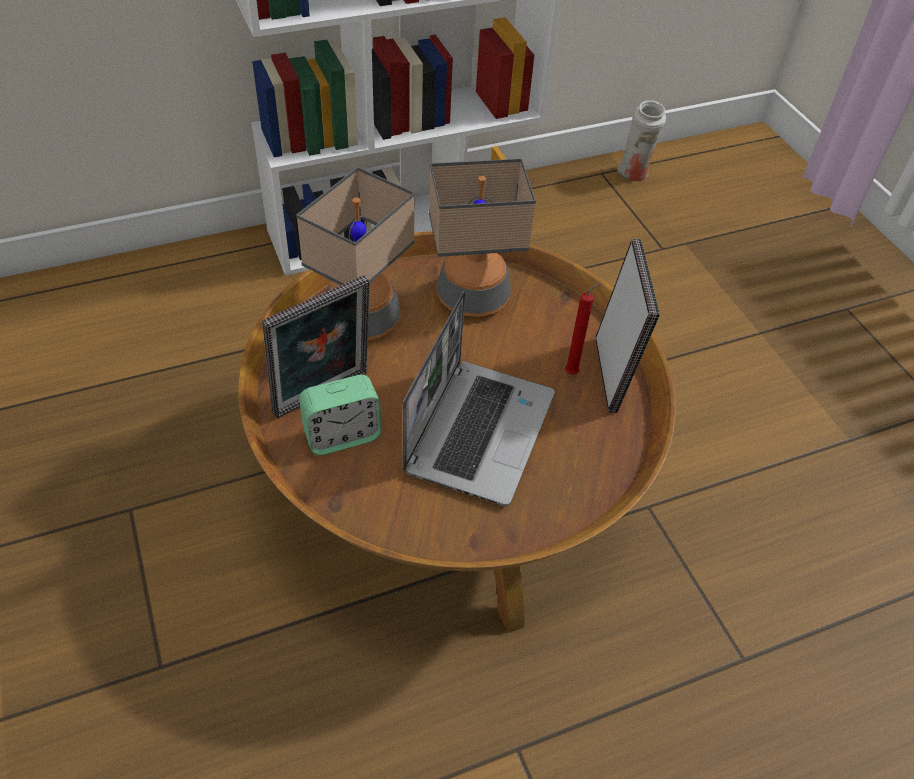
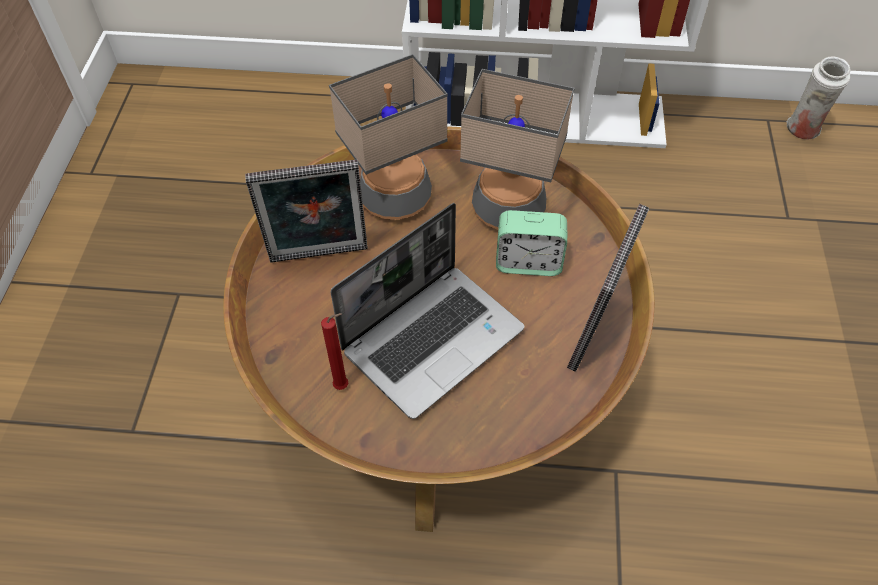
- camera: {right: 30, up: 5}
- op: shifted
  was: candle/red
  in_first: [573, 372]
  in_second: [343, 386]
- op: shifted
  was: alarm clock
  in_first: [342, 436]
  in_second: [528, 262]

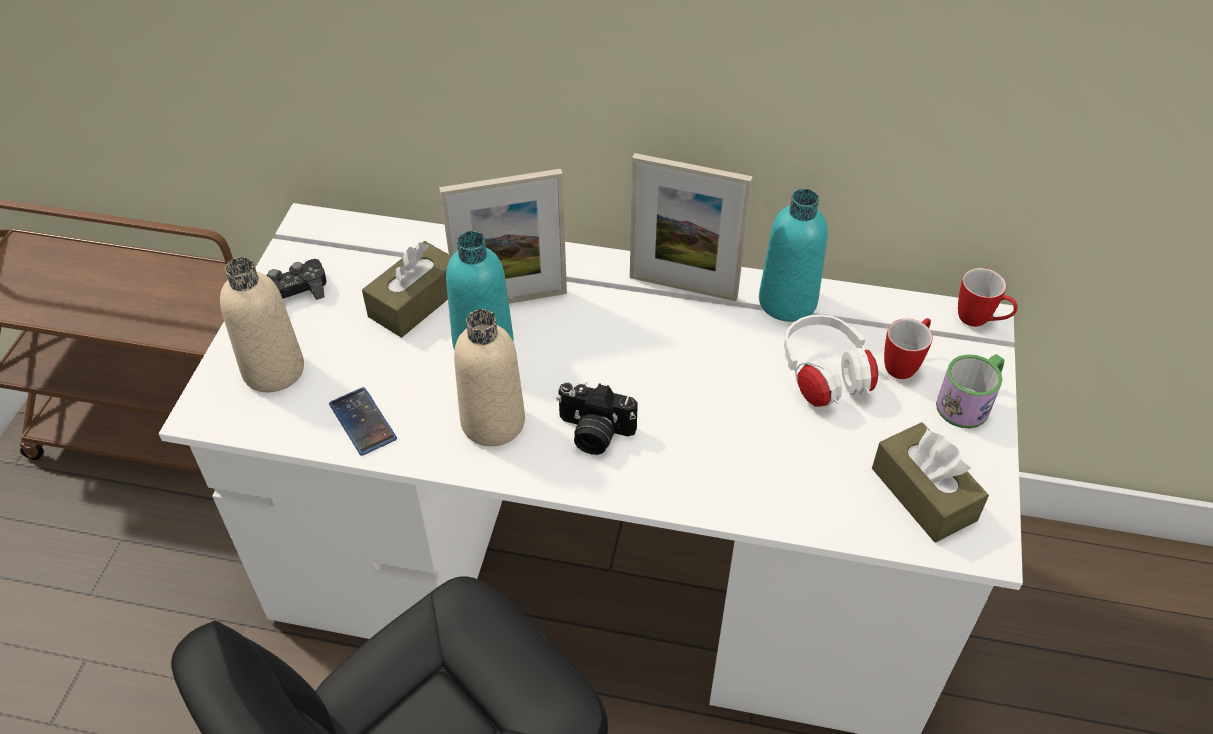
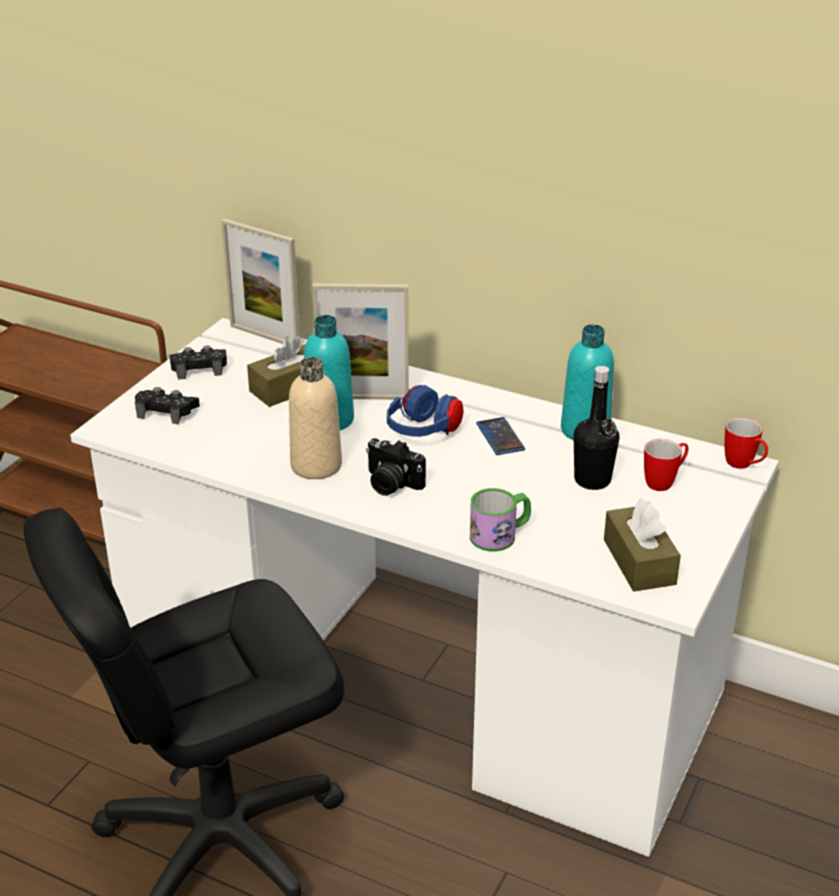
- camera: {right: 15, up: -15}
- op: swapped
  was: bottle/beige
  now: game controller/black
  in_first: [273, 370]
  in_second: [166, 411]
- op: shifted
  was: picture frame
  in_first: [683, 287]
  in_second: [265, 336]
- op: new
  now: headphones/blue
  in_second: [423, 433]
- op: shifted
  was: mug
  in_first: [969, 402]
  in_second: [500, 535]
- op: shifted
  was: phone
  in_first: [363, 422]
  in_second: [500, 437]
- op: swapped
  was: headphones/white
  now: bottle/black
  in_first: [824, 378]
  in_second: [592, 480]

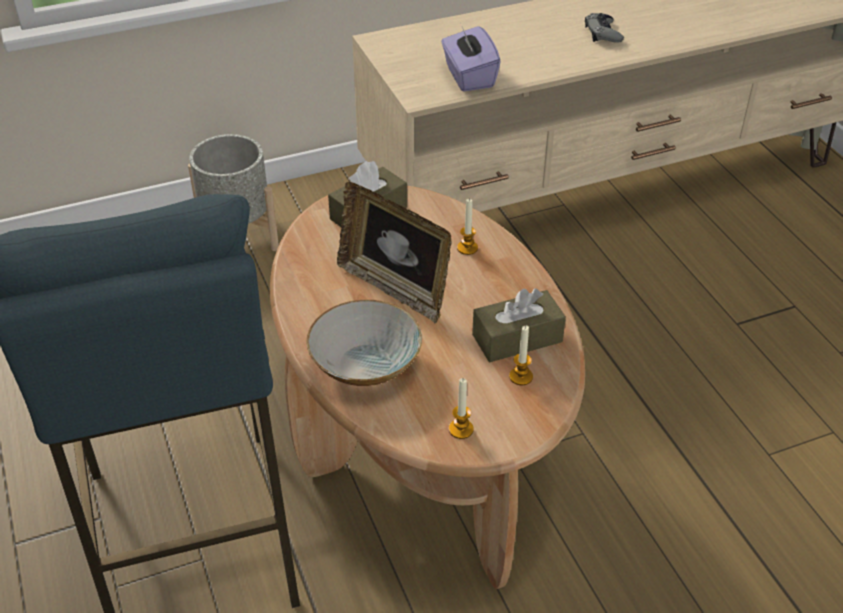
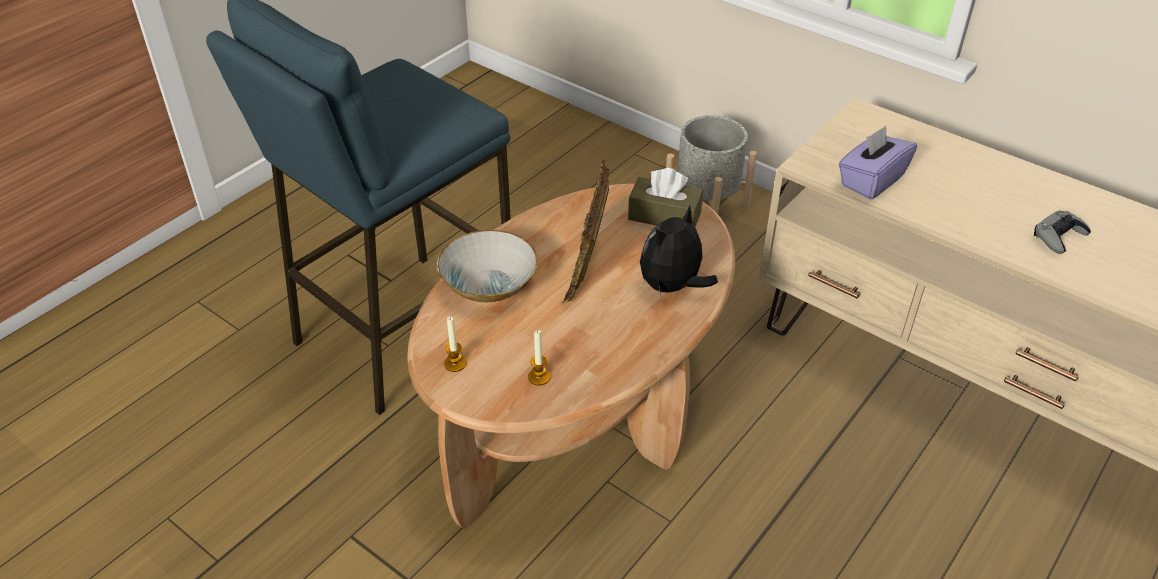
- camera: {right: 60, up: 0}
- op: swapped
  was: candle
  now: plush toy
  in_first: [467, 248]
  in_second: [672, 287]
- op: gone
  was: tissue box/brown
  in_first: [517, 338]

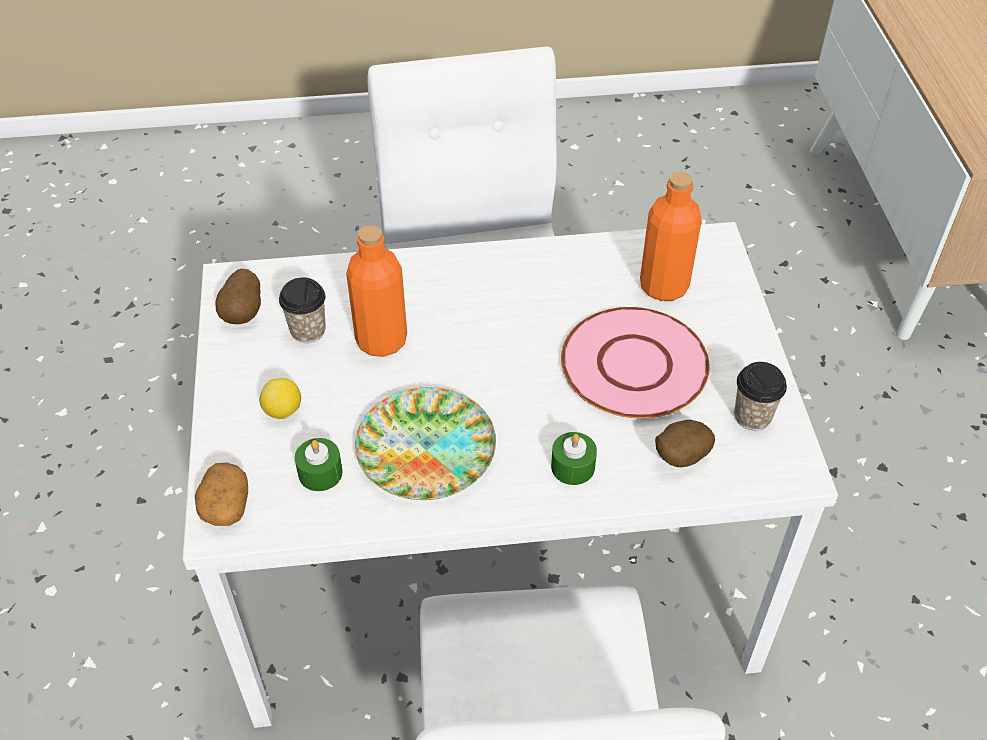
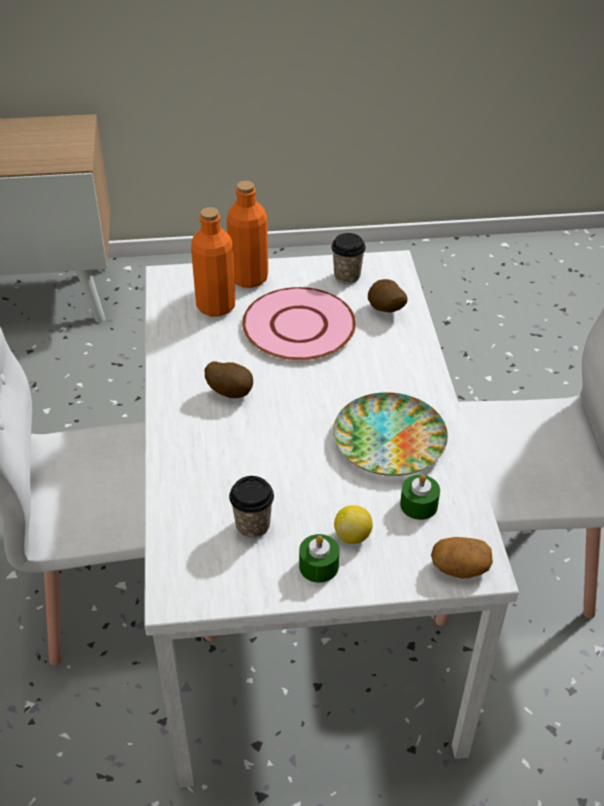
- camera: {right: -90, up: -5}
- op: shifted
  was: potato
  in_first: [244, 314]
  in_second: [231, 392]
- op: shifted
  was: bottle/orange
  in_first: [381, 340]
  in_second: [249, 278]
- op: shifted
  was: candle/green
  in_first: [573, 467]
  in_second: [318, 566]

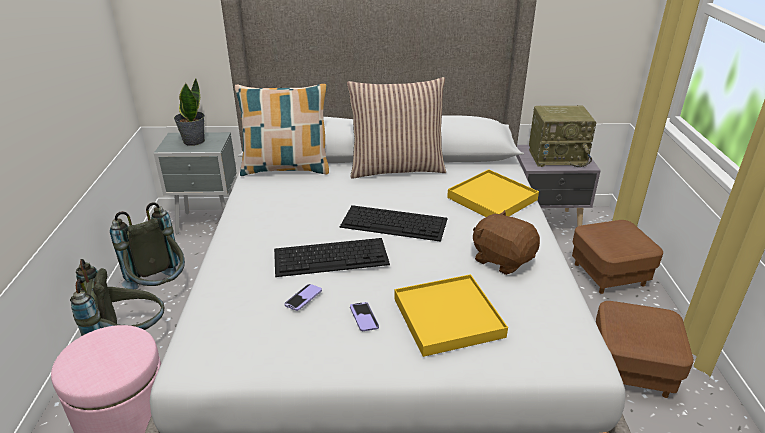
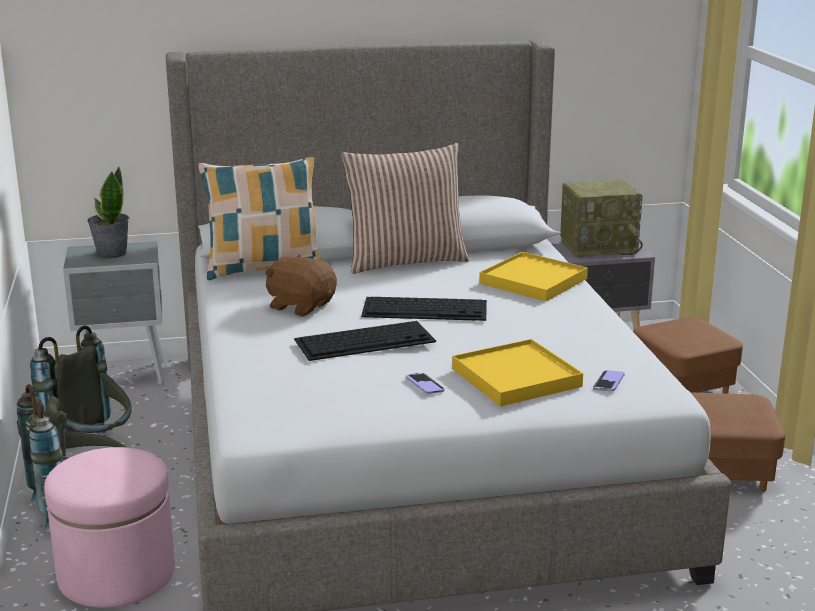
- camera: {right: -10, up: -10}
- op: shifted
  was: plush toy/brown
  in_first: [502, 259]
  in_second: [301, 306]
- op: shifted
  was: phone
  in_first: [303, 298]
  in_second: [608, 382]

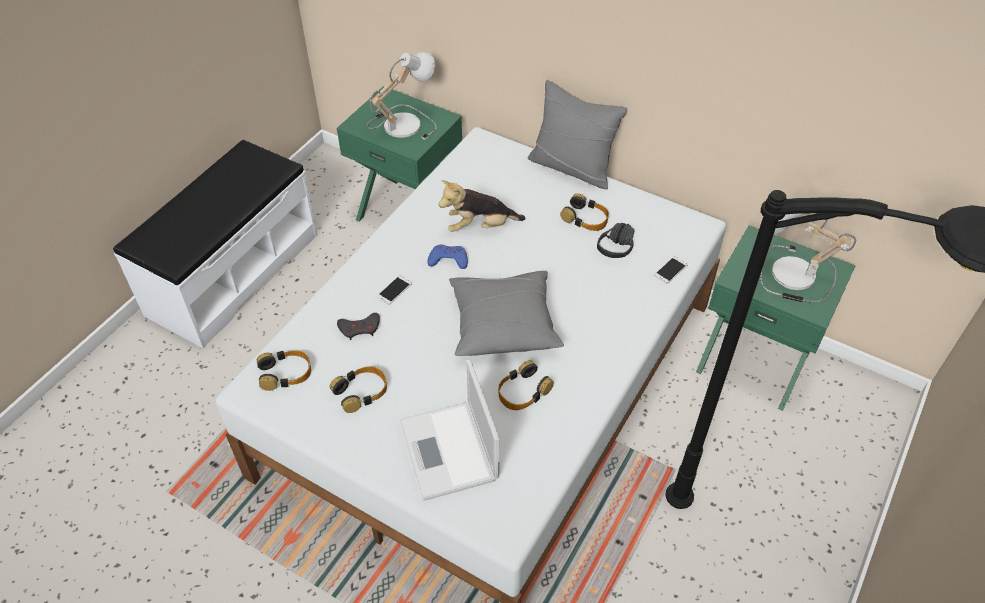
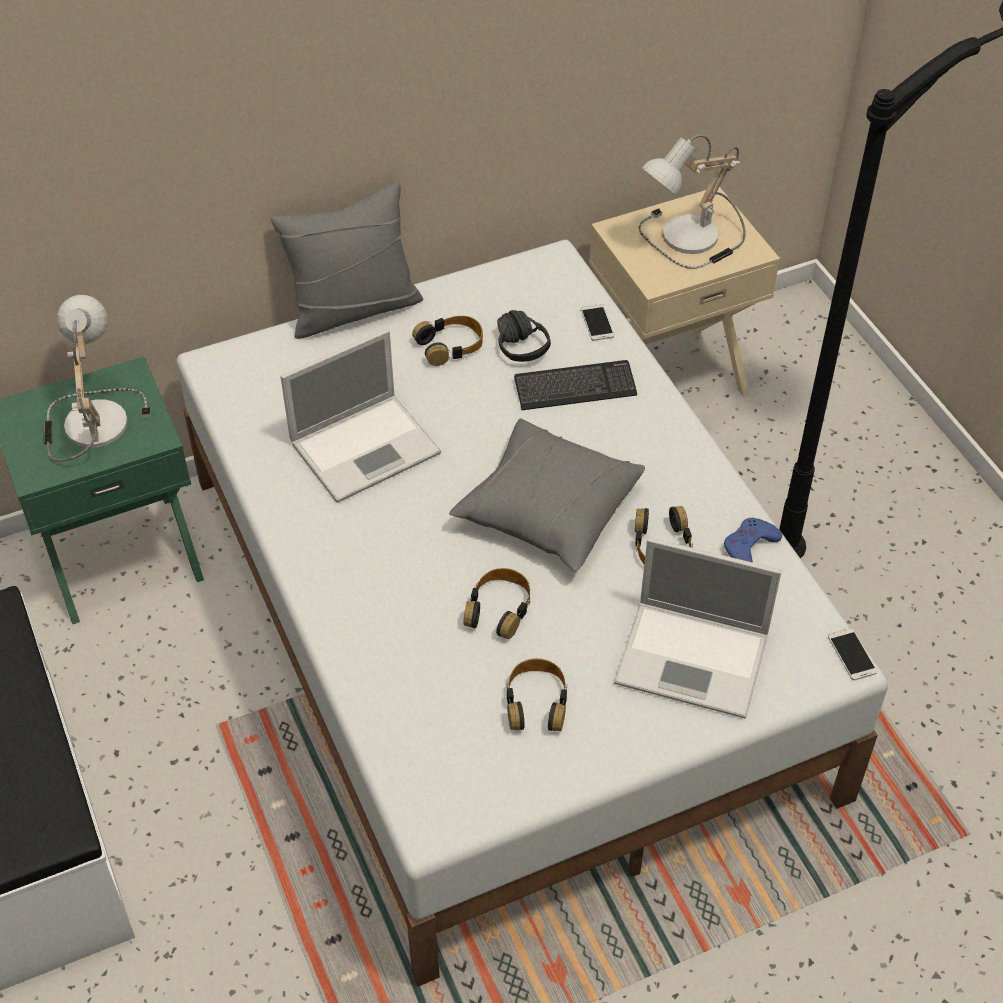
- camera: {right: -55, up: 0}
- op: swapped
  was: plush toy
  now: laptop
  in_first: [480, 226]
  in_second: [367, 446]
- op: shifted
  was: headphones
  in_first: [285, 373]
  in_second: [499, 609]
- op: new
  now: keyboard
  in_second: [575, 387]
- op: repainted
  was: nightstand/green
  now: nightstand/beige
  in_first: [754, 360]
  in_second: [668, 374]
- op: shifted
  was: game controller/blue
  in_first: [448, 259]
  in_second: [749, 547]
- op: shifted
  was: phone
  in_first: [394, 290]
  in_second: [852, 654]
- op: gone
  was: game controller/grey
  in_first: [360, 328]

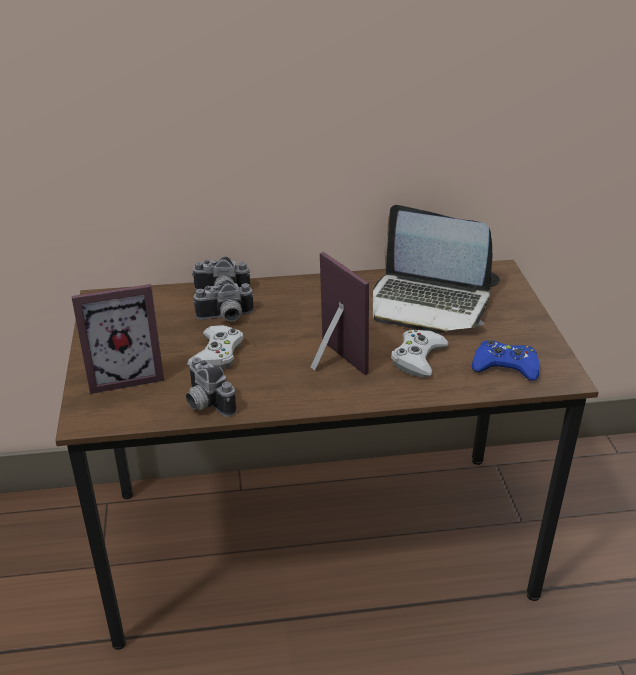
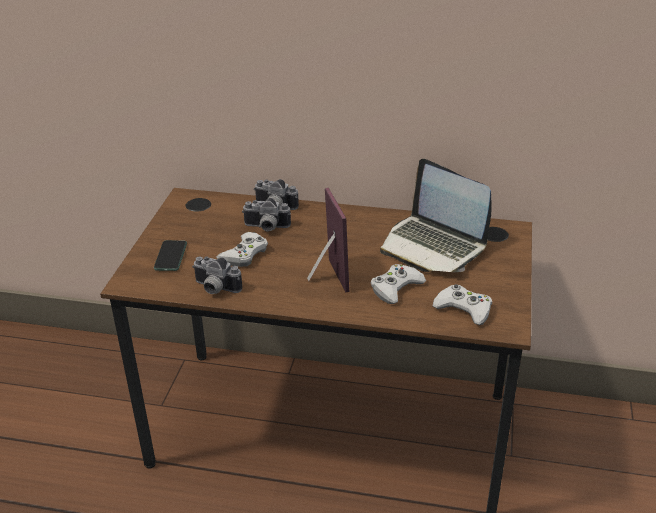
- camera: {right: 20, up: 0}
- op: swapped
  was: picture frame
  now: phone
  in_first: [125, 374]
  in_second: [170, 256]
- op: rotated
  was: photo camera
  in_first: [205, 403]
  in_second: [214, 289]
  clockwise: -45
- op: repainted
  was: game controller/blue
  now: game controller/white
  in_first: [505, 366]
  in_second: [464, 309]

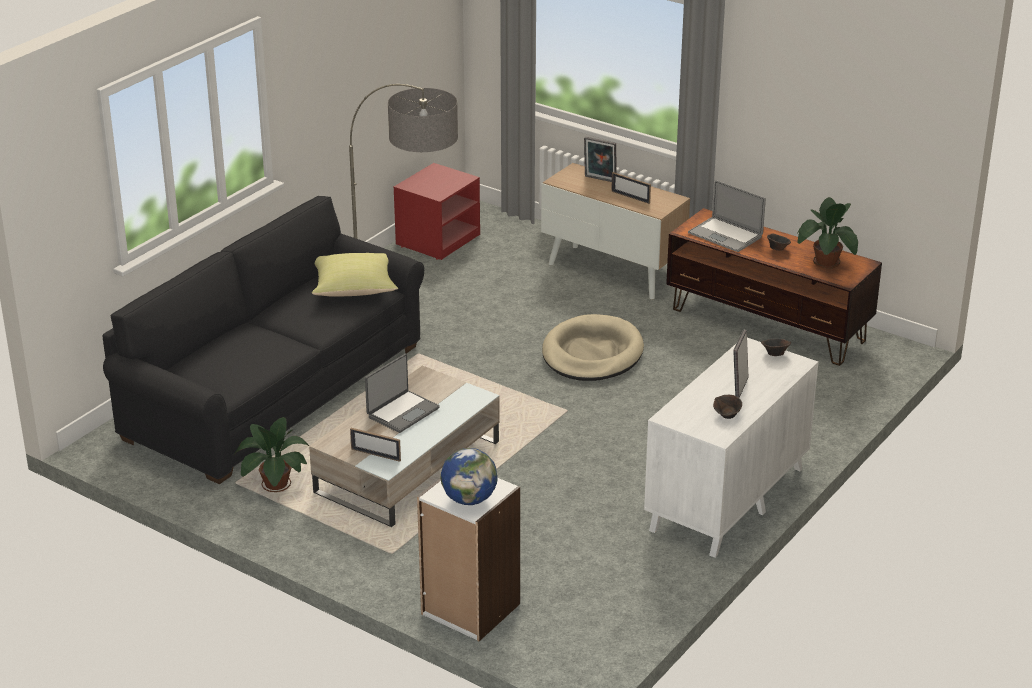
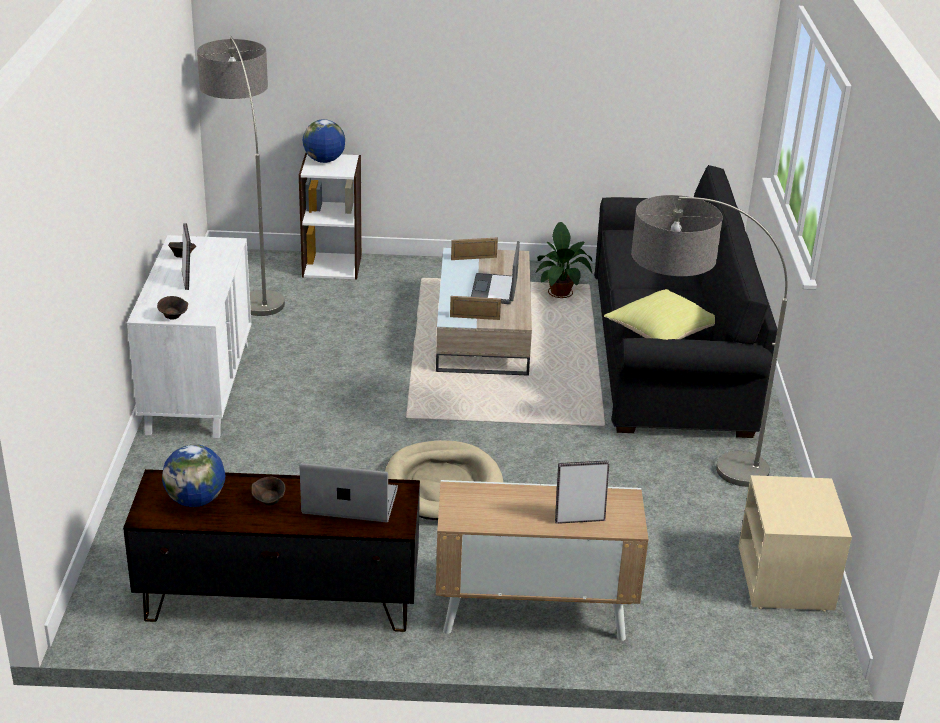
- camera: {right: 145, up: 0}
- op: swapped
  was: potted plant
  now: globe
  in_first: [826, 263]
  in_second: [196, 500]
- op: new
  now: floor lamp
  in_second: [250, 281]
- op: shifted
  was: picture frame
  in_first: [630, 197]
  in_second: [474, 318]
- op: repainted
  was: nightstand/red
  now: nightstand/beige
  in_first: [437, 239]
  in_second: [786, 579]

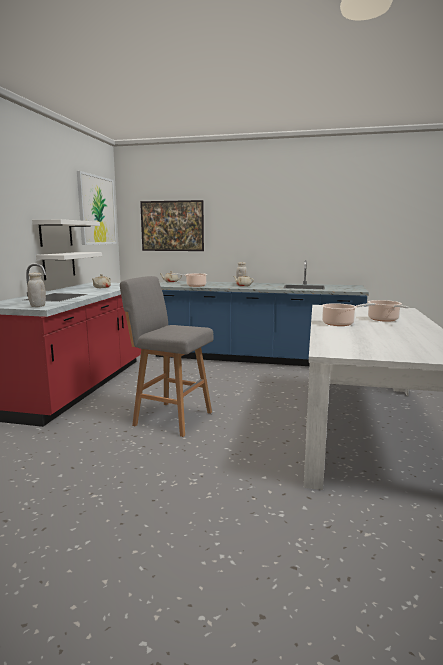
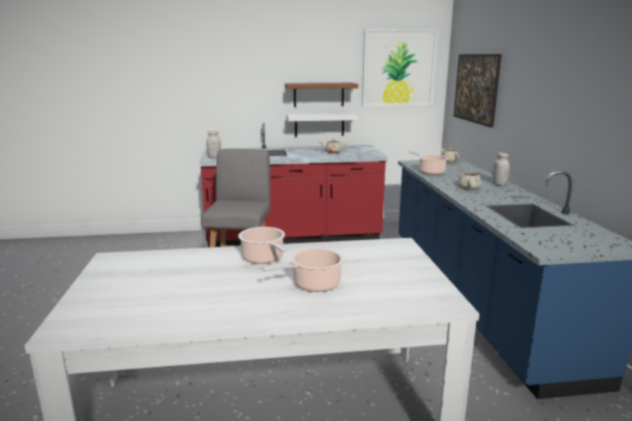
- camera: {right: 70, up: 5}
- op: repainted
  was: shelf/white
  now: shelf/brown
  in_first: [56, 233]
  in_second: [318, 94]

